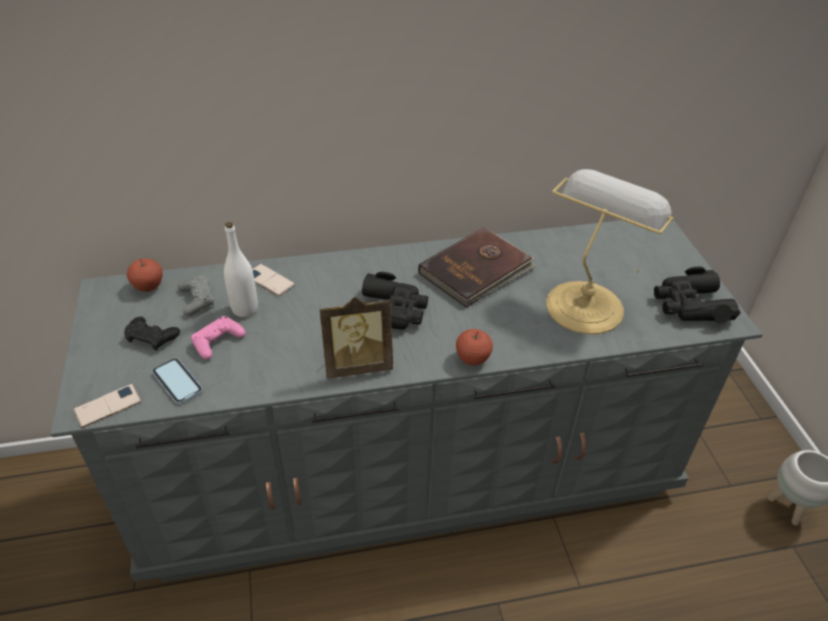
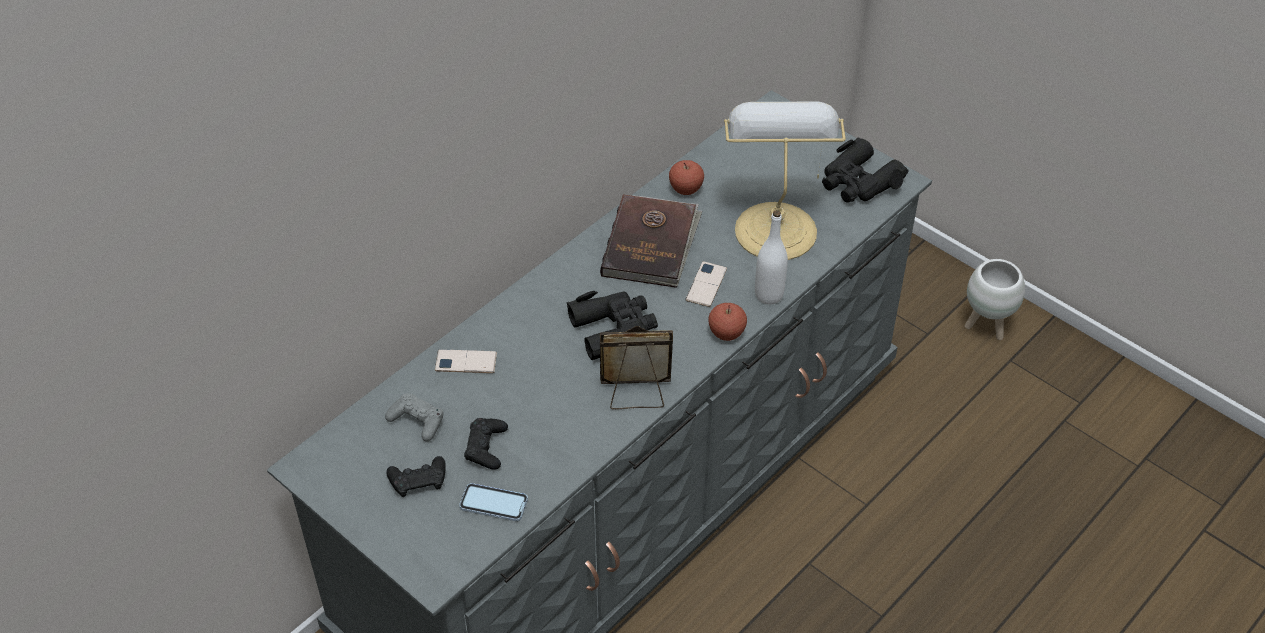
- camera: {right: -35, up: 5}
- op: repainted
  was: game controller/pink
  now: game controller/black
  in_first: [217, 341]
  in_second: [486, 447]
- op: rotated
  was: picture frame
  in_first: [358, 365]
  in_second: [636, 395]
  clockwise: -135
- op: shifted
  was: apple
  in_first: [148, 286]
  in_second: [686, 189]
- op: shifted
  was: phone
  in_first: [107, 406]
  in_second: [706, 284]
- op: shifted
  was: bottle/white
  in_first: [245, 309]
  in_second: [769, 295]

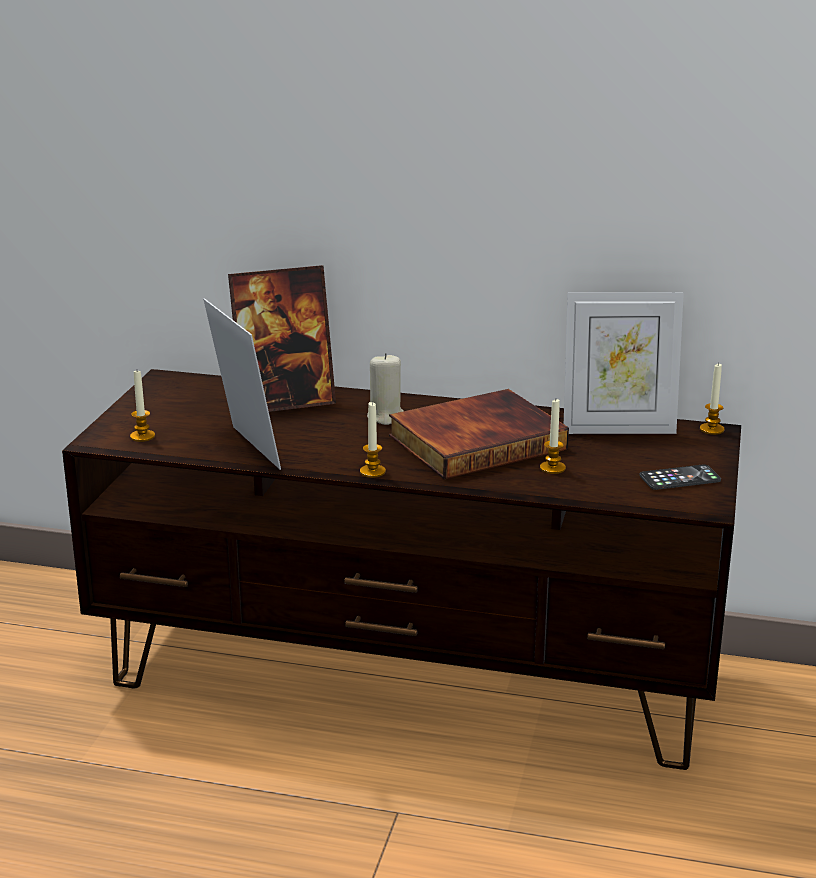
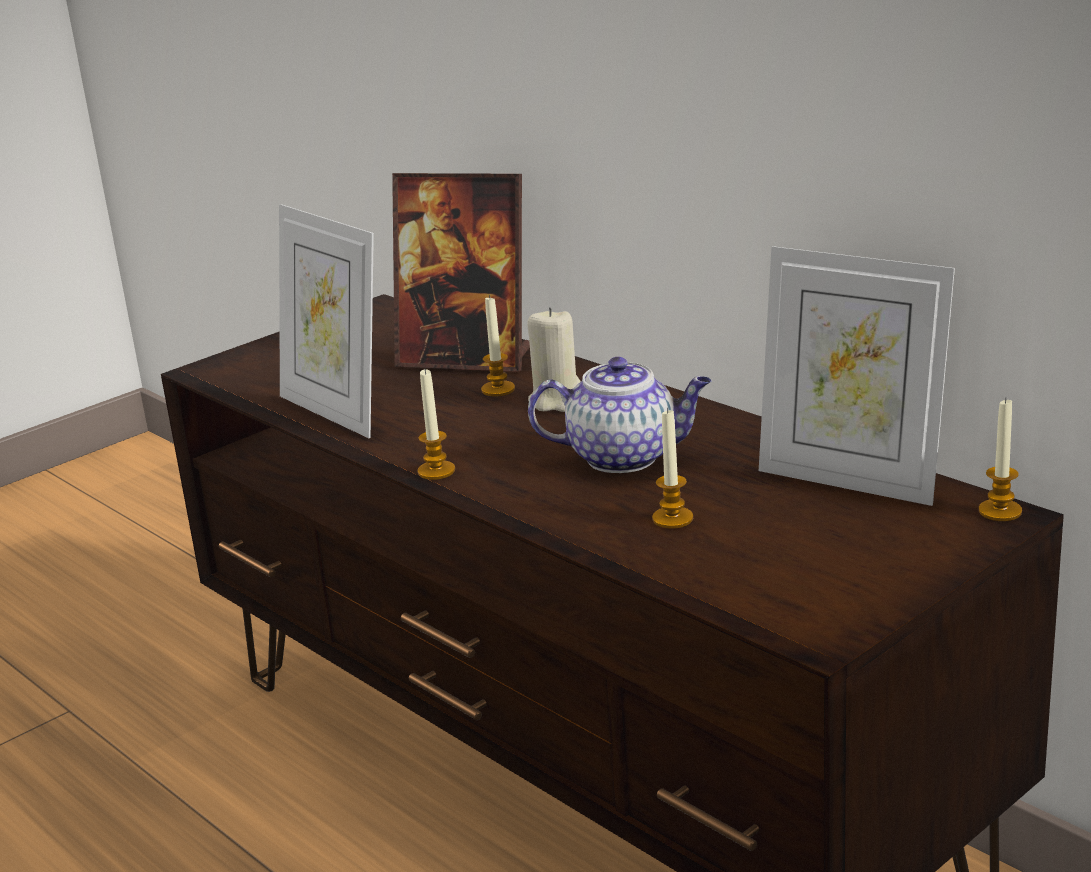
- camera: {right: 35, up: 0}
- op: rotated
  was: picture frame
  in_first: [245, 450]
  in_second: [337, 411]
  clockwise: 135
- op: shifted
  was: candle
  in_first: [142, 436]
  in_second: [498, 389]
- op: swapped
  was: book
  now: teapot
  in_first: [476, 441]
  in_second: [625, 456]
- op: gone
  was: phone
  in_first: [679, 478]

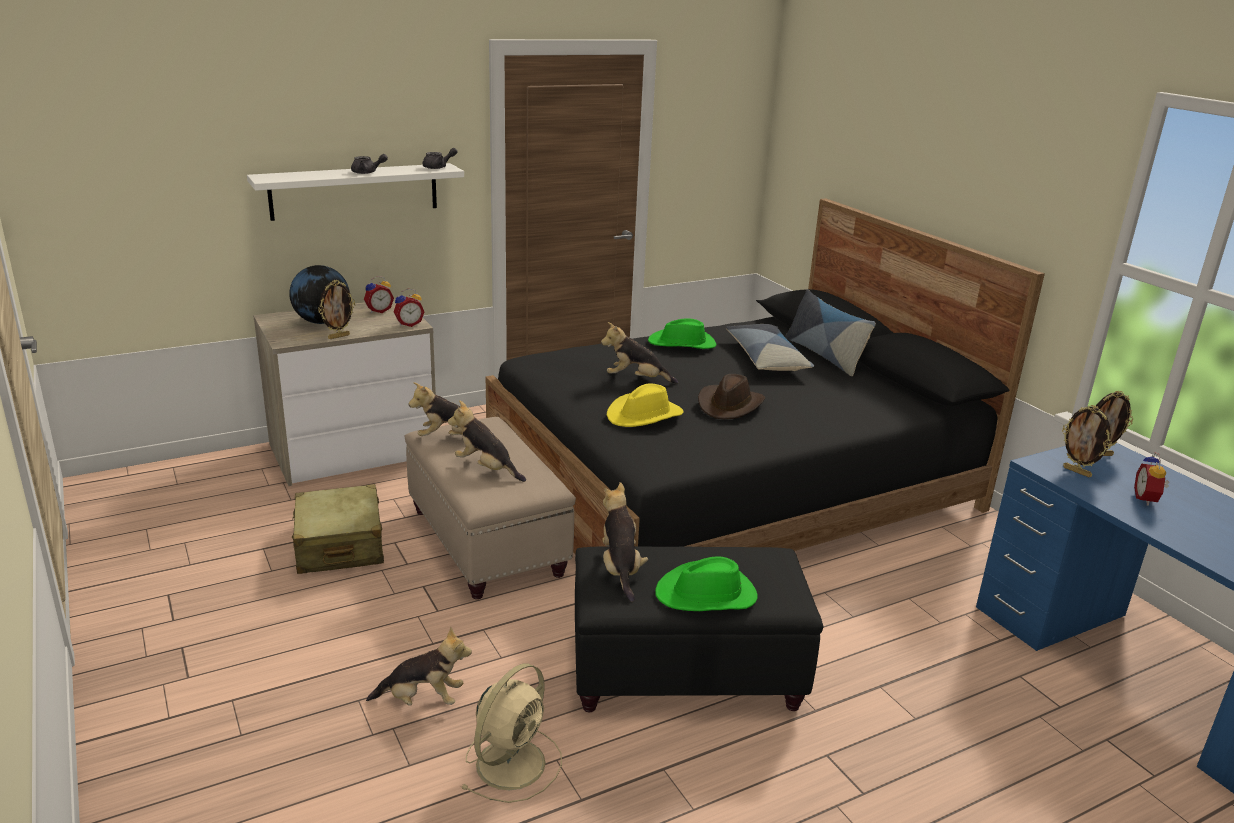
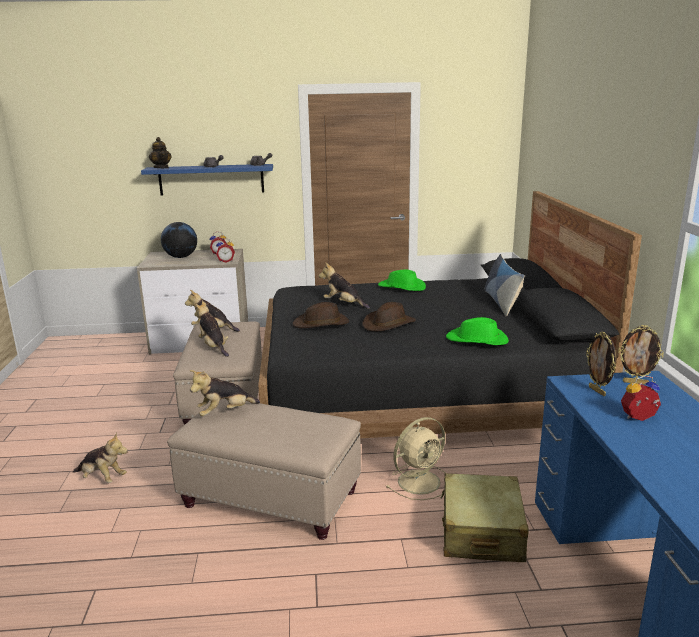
- camera: {right: 25, up: -5}
- op: repainted
  was: shelf/white
  now: shelf/blue
  in_first: [354, 191]
  in_second: [211, 179]
- op: new
  now: teapot
  in_second: [161, 168]
- op: repainted
  was: ottoman/black
  now: ottoman/beige
  in_first: [687, 673]
  in_second: [271, 499]
- op: rotated
  was: plush toy
  in_first: [620, 569]
  in_second: [224, 413]
  clockwise: -135
- op: repainted
  was: hat/yellow
  now: hat/brown
  in_first: [644, 415]
  in_second: [321, 323]
- op: shifted
  was: fan/beige
  in_first: [513, 762]
  in_second: [420, 481]
- op: shifted
  was: suitcase/beige
  in_first: [339, 545]
  in_second: [481, 531]
- op: shifted
  was: hat/green
  in_first: [707, 595]
  in_second: [477, 340]
- op: rotated
  was: alarm clock
  in_first: [1147, 499]
  in_second: [639, 419]
  clockwise: 45
- op: gone
  was: picture frame
  in_first: [338, 336]
- op: gone
  was: pillow
  in_first: [766, 358]

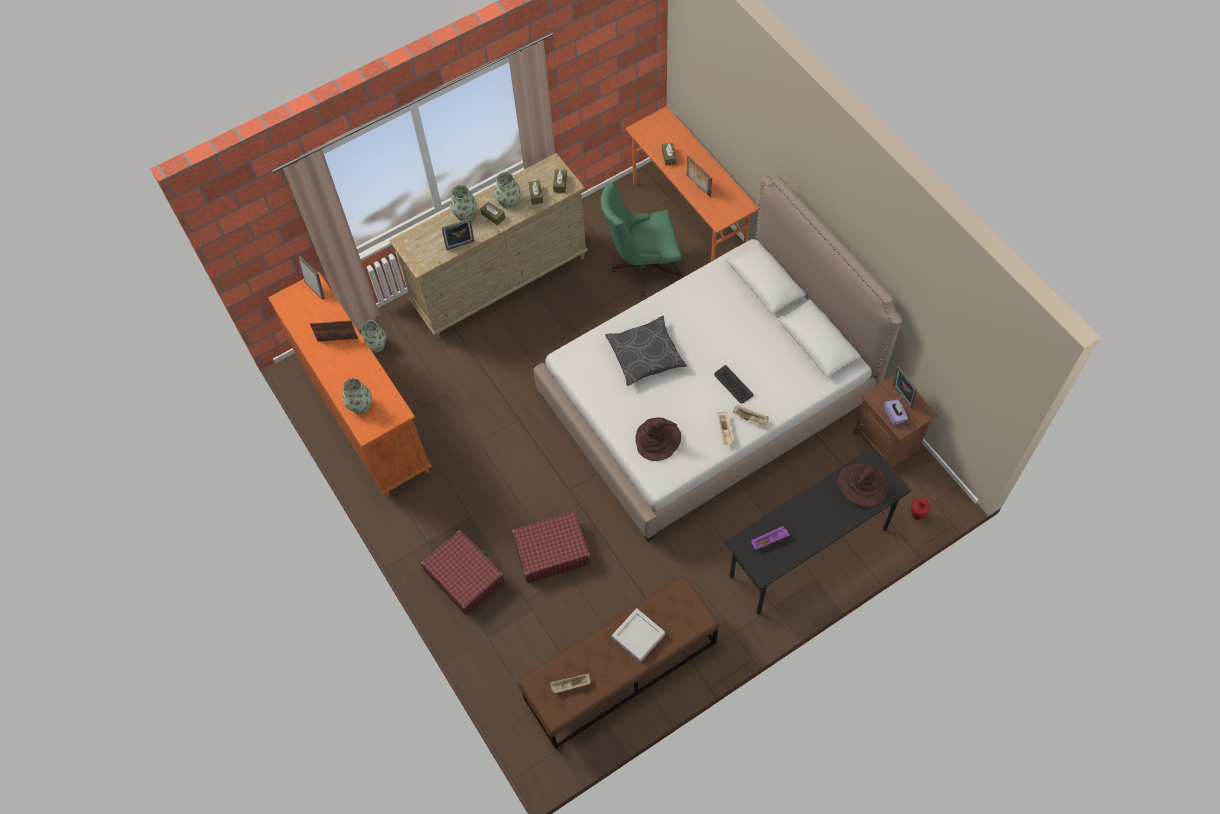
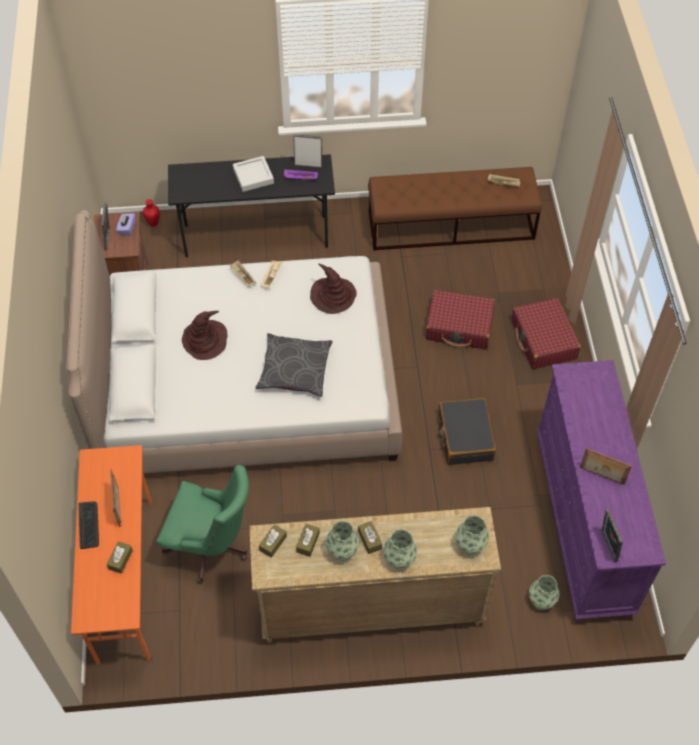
- camera: {right: -155, up: -5}
- op: shifted
  was: keyboard
  in_first: [733, 385]
  in_second: [88, 525]
- op: shifted
  was: hat/brown
  in_first: [862, 485]
  in_second: [205, 340]
- op: shifted
  was: tray/grey
  in_first: [638, 636]
  in_second: [253, 176]
- op: shifted
  was: picture frame
  in_first: [460, 246]
  in_second: [308, 164]
- op: new
  now: suitcase/black
  in_second: [465, 437]
- op: shifted
  was: vase
  in_first: [360, 405]
  in_second: [470, 545]
- op: repainted
  was: dresser/orange
  now: dresser/purple
  in_first: [364, 416]
  in_second: [582, 525]

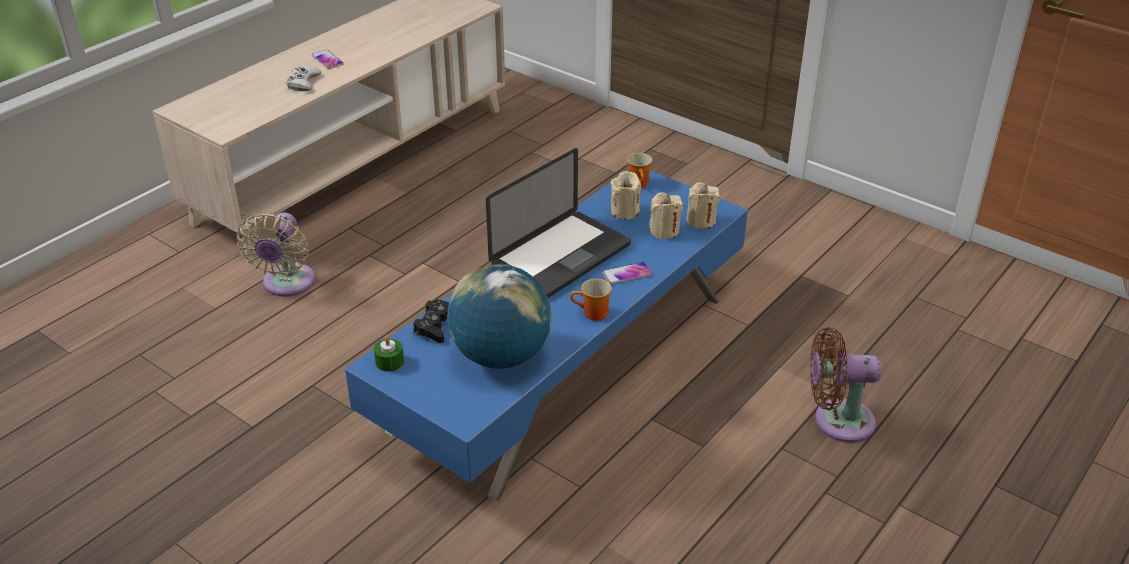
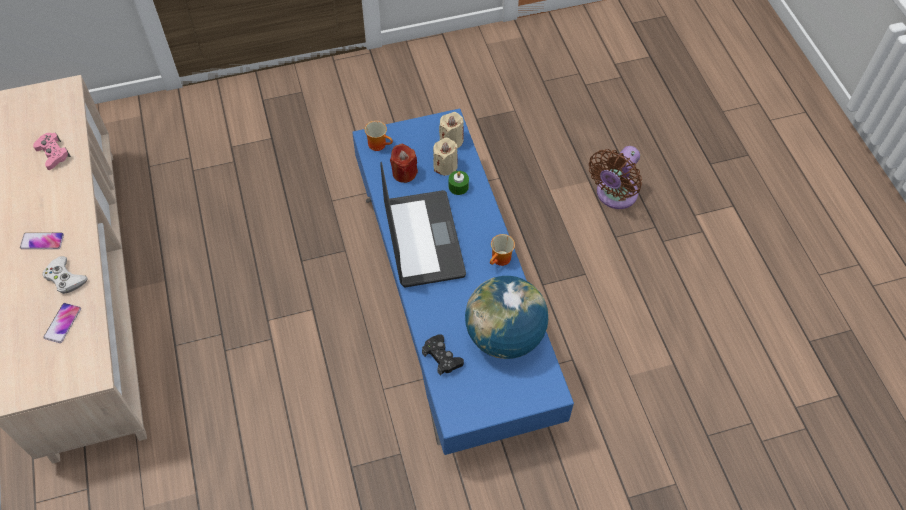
- camera: {right: -55, up: 20}
- op: new
  now: game controller/pink
  in_second: [53, 154]
- op: shifted
  was: phone
  in_first: [627, 274]
  in_second: [63, 323]
- op: repainted
  was: candle/beige
  now: candle/red
  in_first: [625, 211]
  in_second: [404, 173]
- op: shifted
  was: candle/green
  in_first: [389, 362]
  in_second: [458, 186]
- op: gone
  was: fan/beige
  in_first: [287, 284]

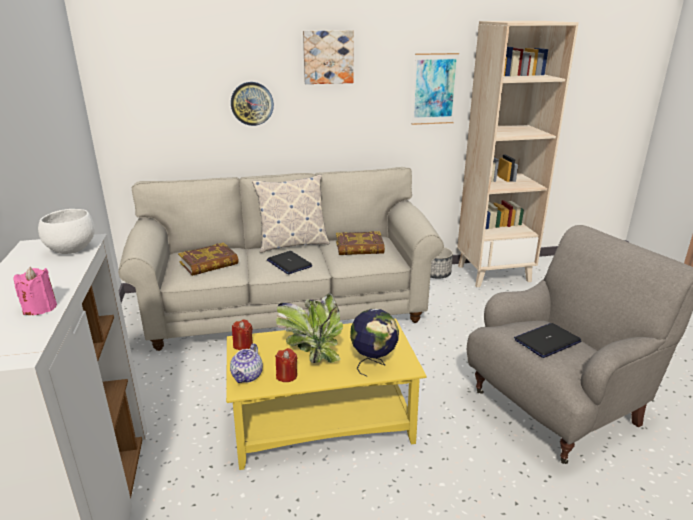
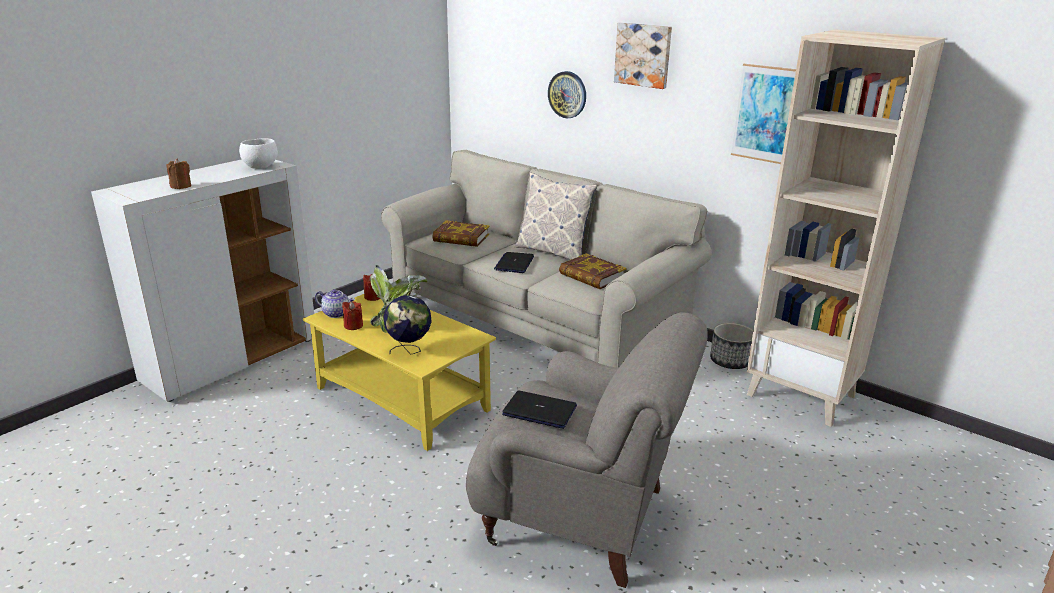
- camera: {right: 50, up: 0}
- op: repainted
  was: candle/pink
  now: candle/brown
  in_first: [40, 308]
  in_second: [181, 186]
- op: rotated
  was: teapot
  in_first: [247, 376]
  in_second: [337, 313]
  clockwise: -135

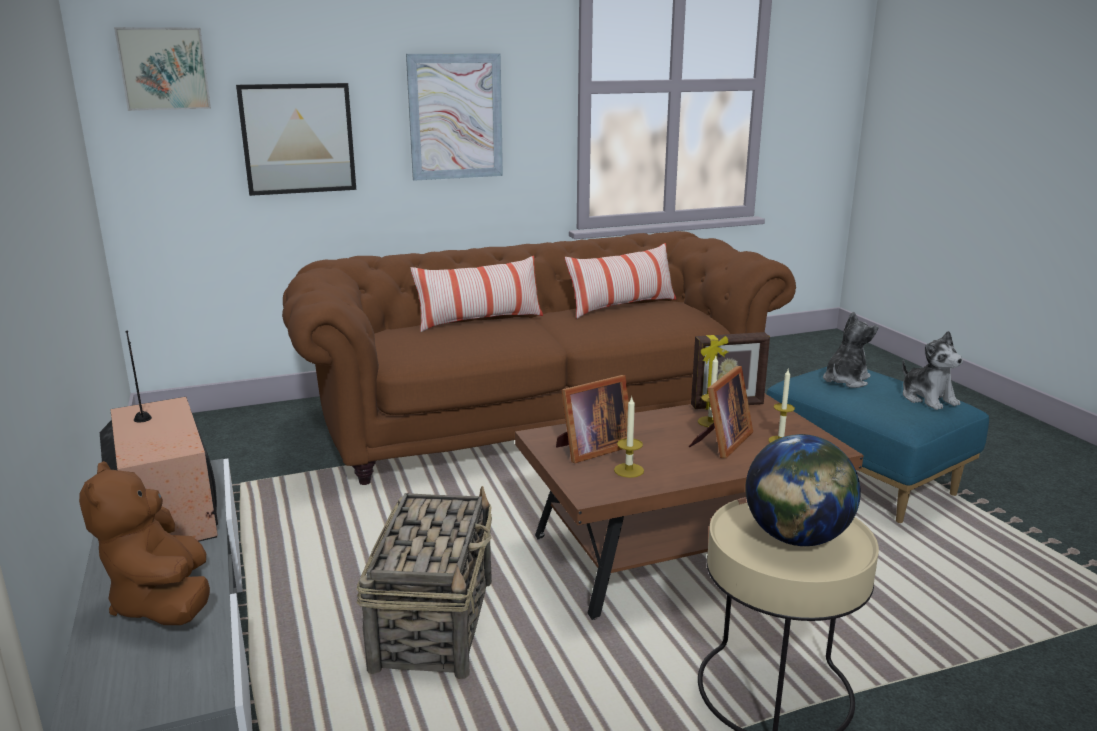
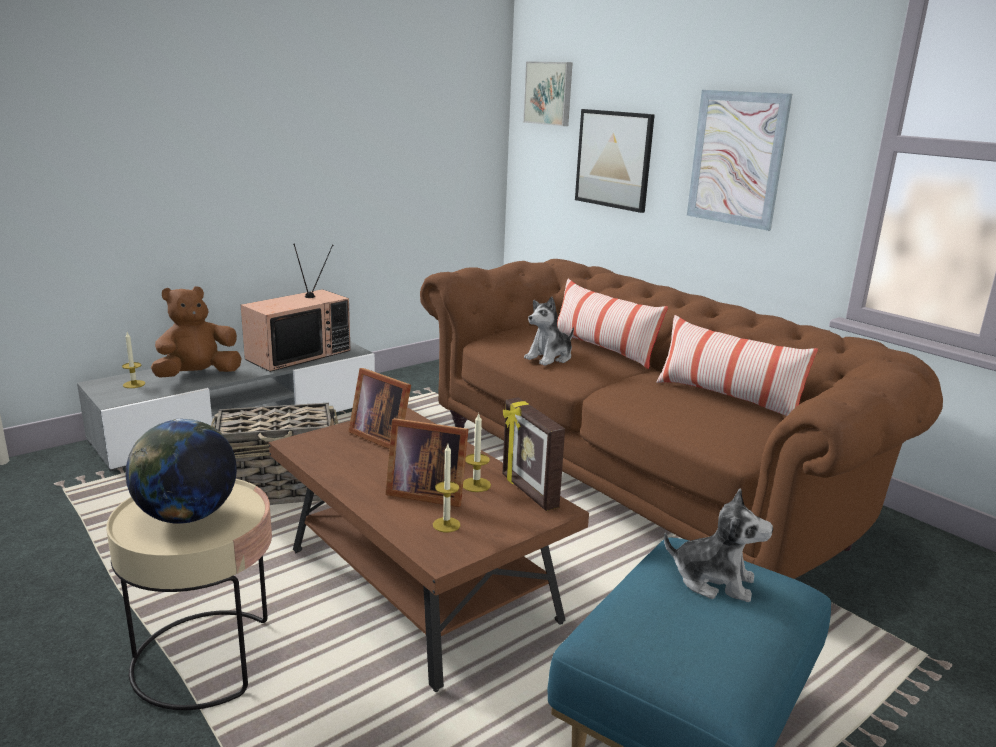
- camera: {right: 70, up: 0}
- op: shifted
  was: candle
  in_first: [628, 470]
  in_second: [134, 384]
- op: shifted
  was: plush toy
  in_first: [927, 398]
  in_second: [550, 357]

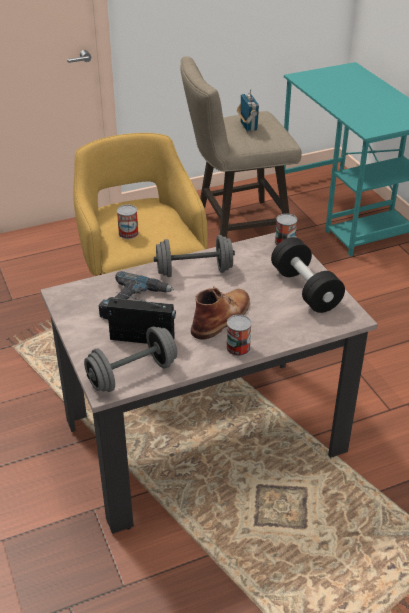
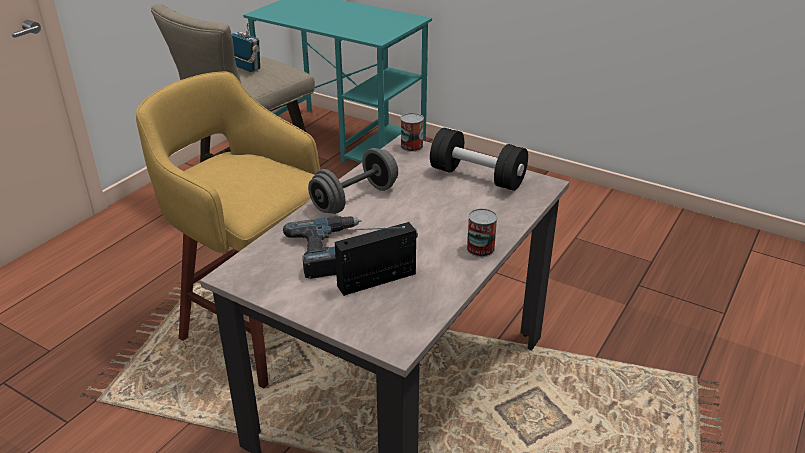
- camera: {right: -35, up: -5}
- op: gone
  was: dumbbell/grey
  in_first: [132, 374]
- op: gone
  was: can
  in_first: [128, 233]
- op: gone
  was: boot/brown
  in_first: [222, 317]

